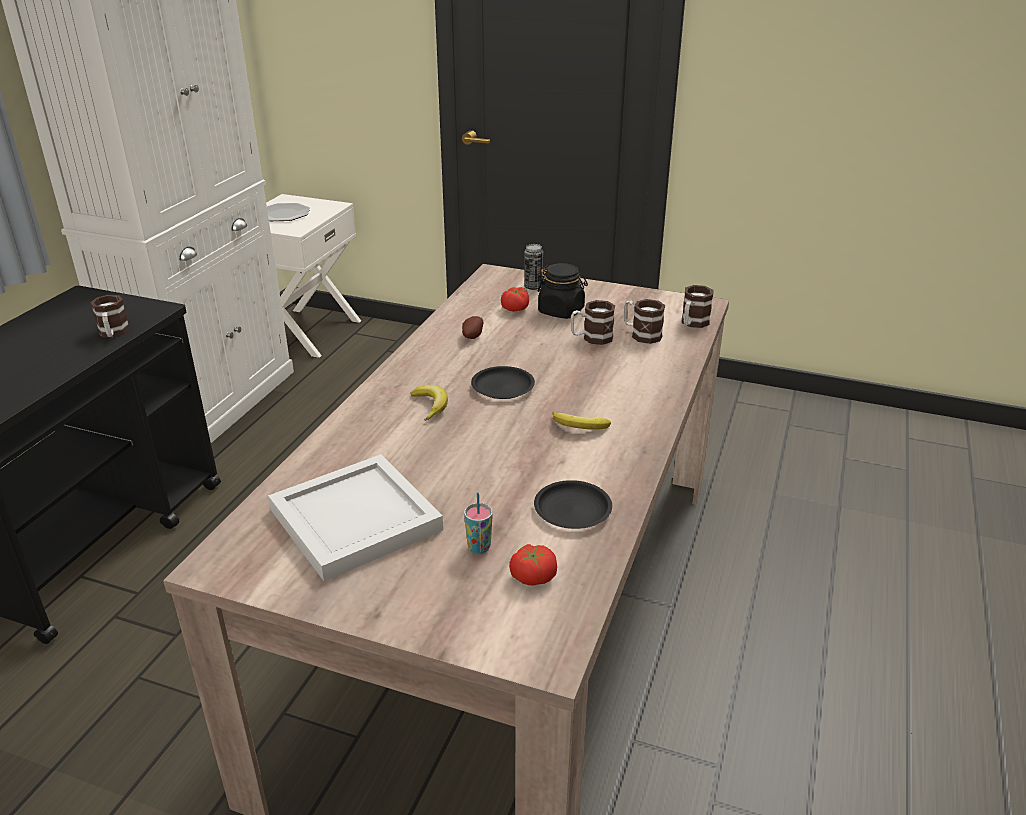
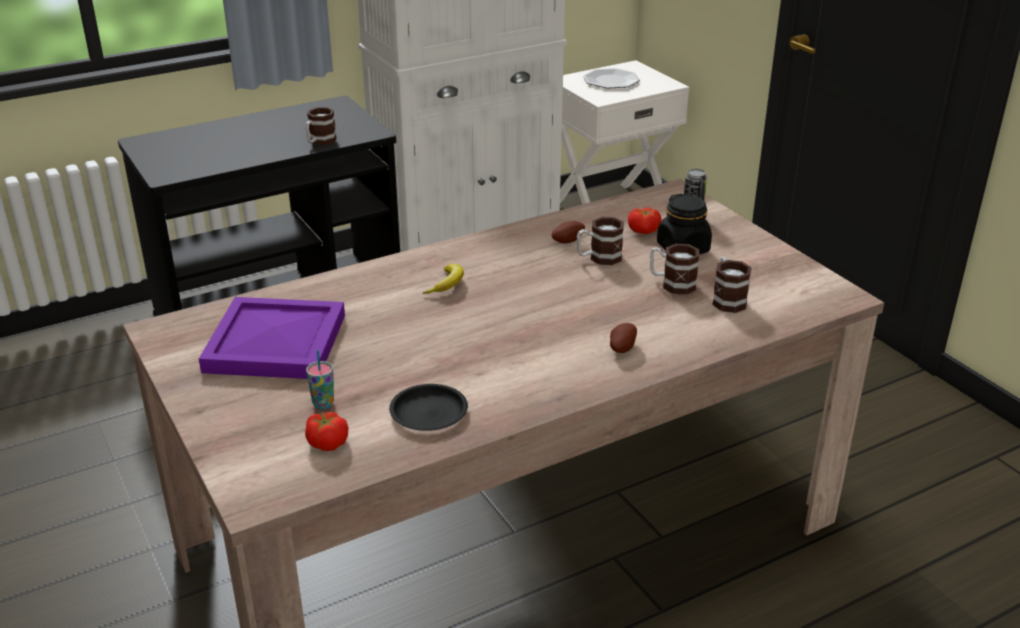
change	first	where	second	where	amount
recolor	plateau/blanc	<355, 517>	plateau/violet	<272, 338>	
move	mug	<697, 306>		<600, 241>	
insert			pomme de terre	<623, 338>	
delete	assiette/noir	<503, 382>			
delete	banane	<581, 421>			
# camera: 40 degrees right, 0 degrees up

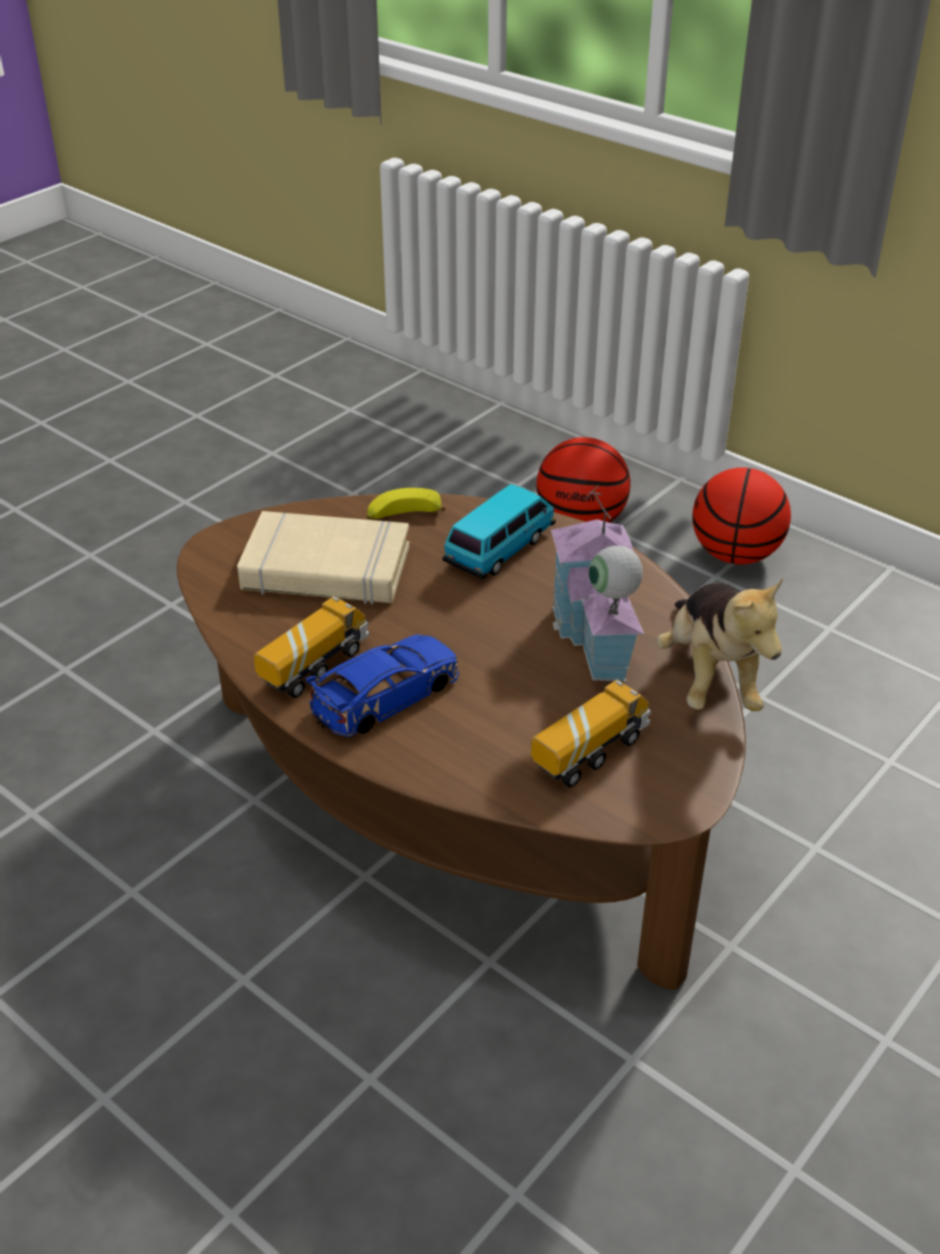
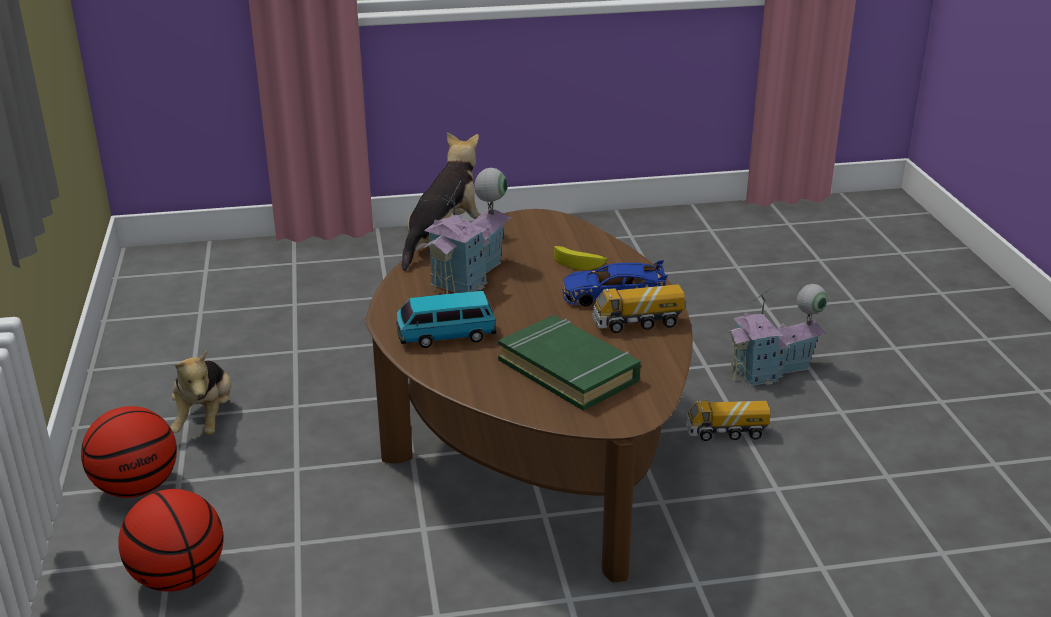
change	first	where	second	where	amount
insert			peluche	<201, 392>	
recolor	livre/beige	<323, 558>	livre/vert	<569, 363>	
move	banane	<406, 503>		<581, 258>	
move	camion jouet	<591, 734>		<728, 421>	
insert			maison miniature	<776, 335>	
# camera: 140 degrees left, 10 degrees down

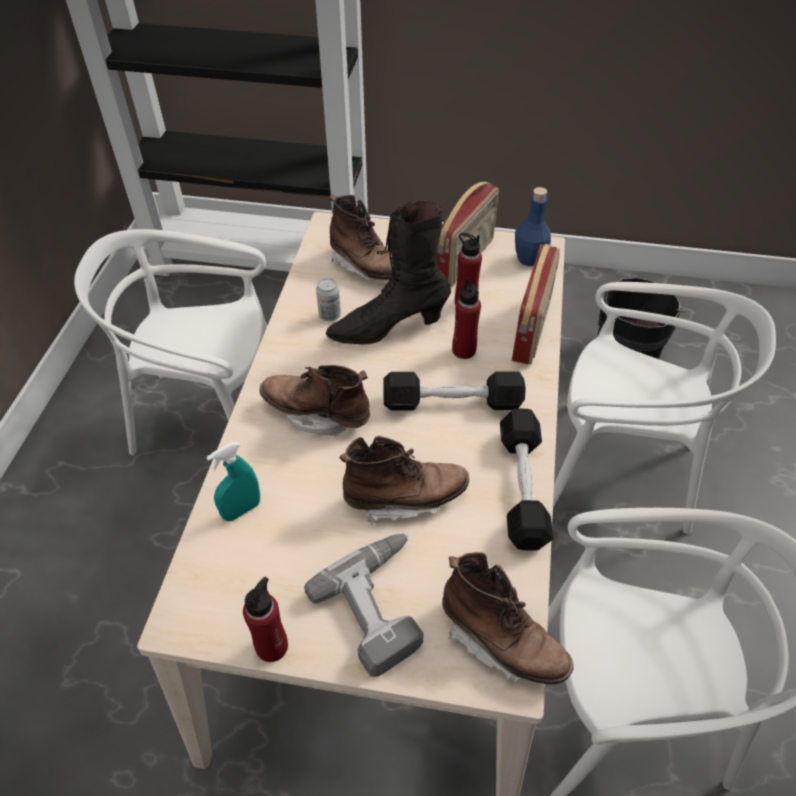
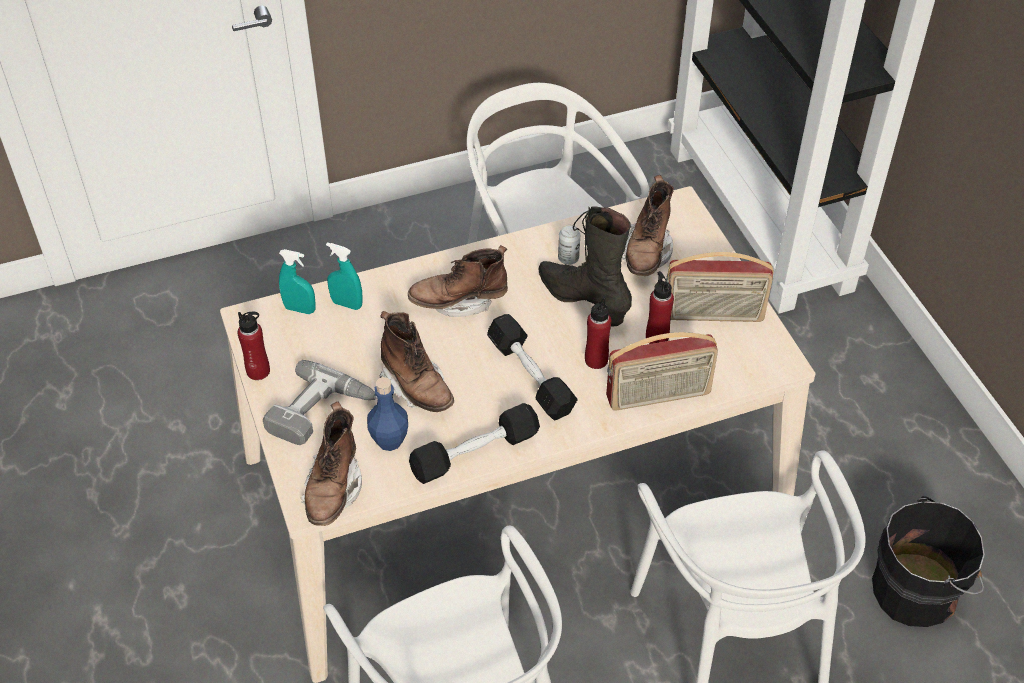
change	first	where	second	where	amount
insert			vaporisateur/turquoise	<297, 281>	
move	bouteille/bleu	<533, 226>		<387, 414>	
rotate	botte/marron	<314, 401>		<458, 281>	90 degrees counterclockwise
# camera: 60 degrees right, 0 degrees up

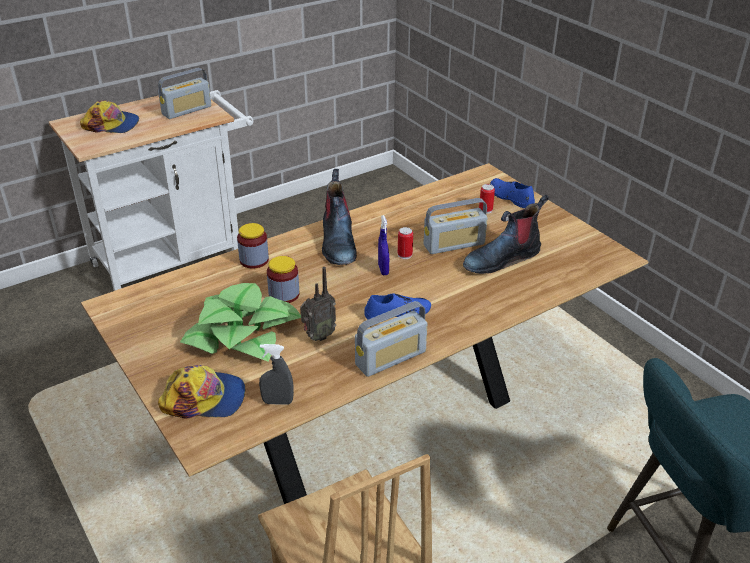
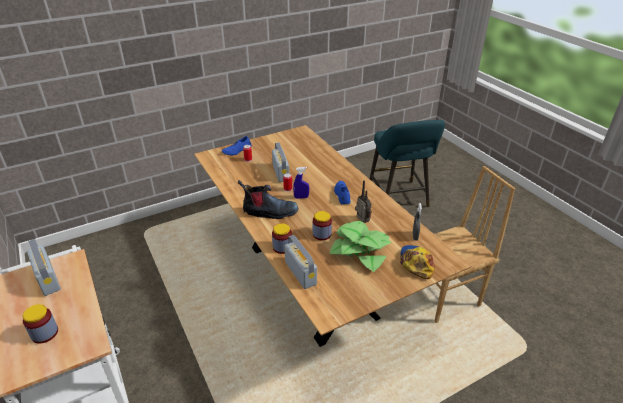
change	first	where	second	where	amount
replace	casquette	<109, 116>	bocal	<40, 324>	
move	radio	<391, 339>		<300, 262>	
delete	botte	<506, 234>			
# camera: 85 degrees left, 0 degrees up

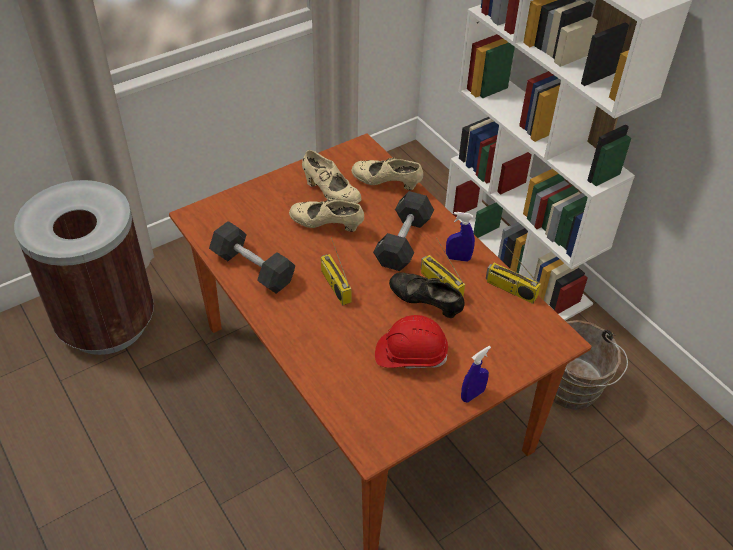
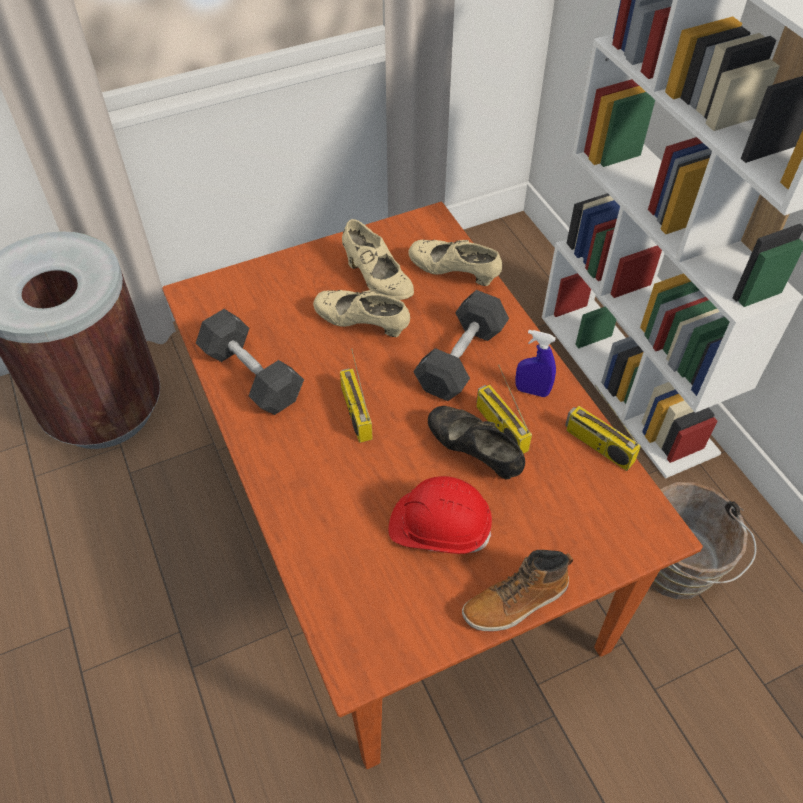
change	first	where	second	where	amount
replace	vaporisateur/bleu	<476, 374>	botte	<517, 591>	
# camera: 10 degrees right, 5 degrees up

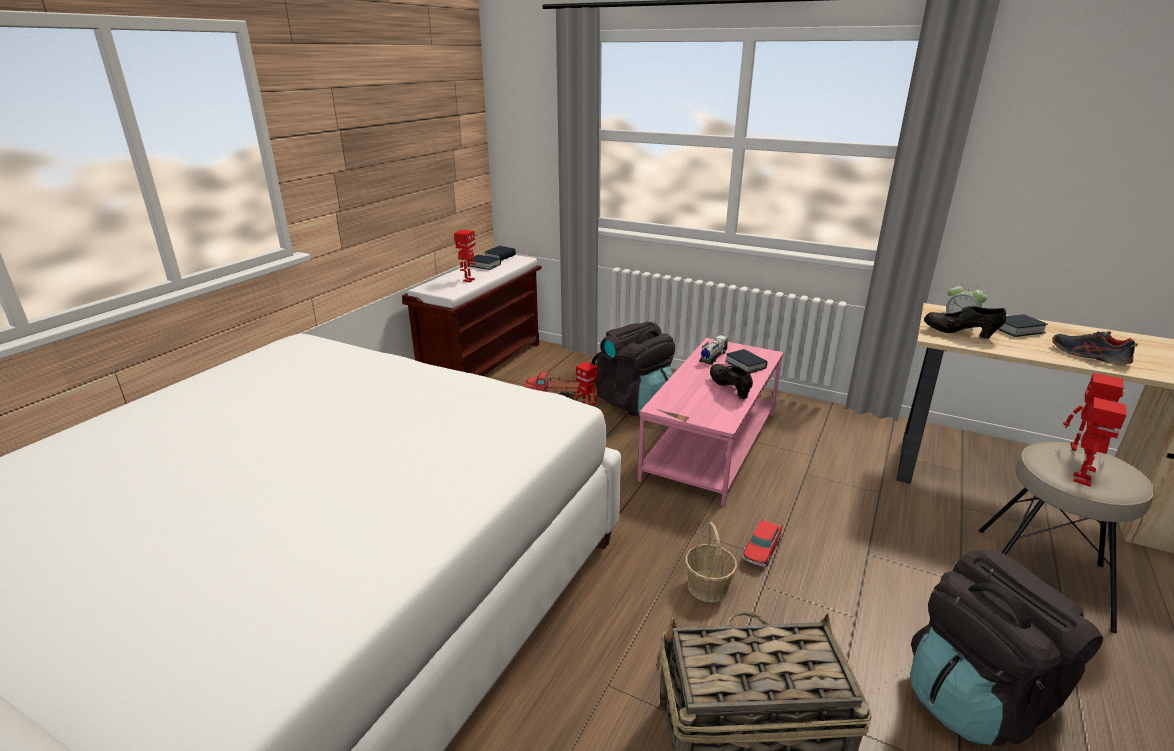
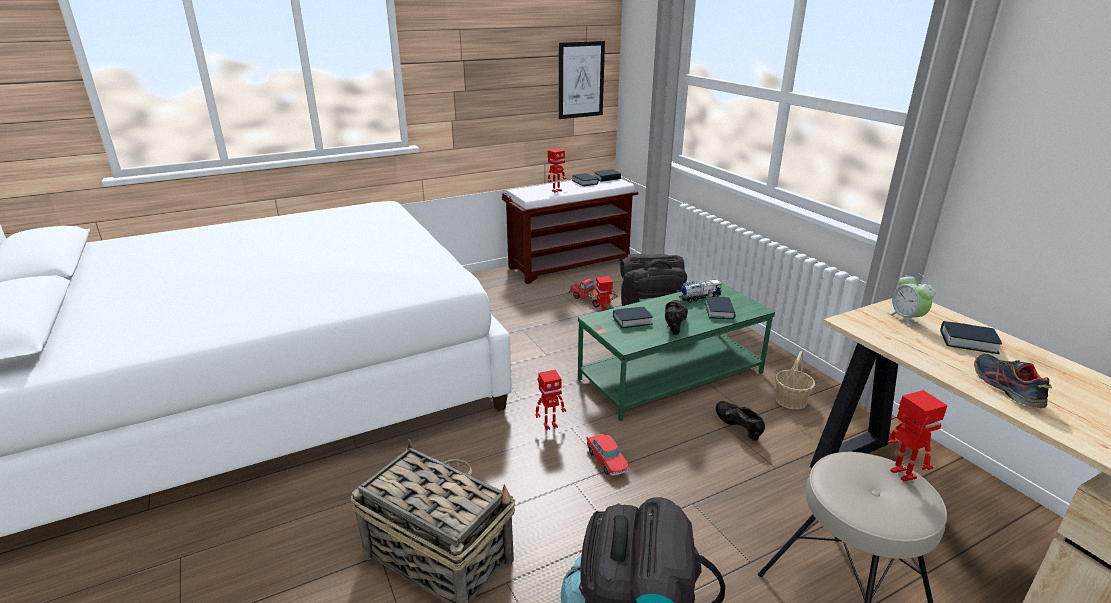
change	first	where	second	where	amount
move	robot jouet	<1100, 442>		<550, 400>	
insert			tableau	<582, 80>	
recolor	table basse/rose	<711, 422>	table basse/vert	<676, 352>	
rotate	petite voiture	<762, 542>		<608, 454>	90 degrees counterclockwise
insert			livre	<633, 317>	
move	chaussure/noir	<965, 322>		<740, 421>	
move	panier	<711, 562>		<795, 380>	
# camera: 35 degrees right, 0 degrees up

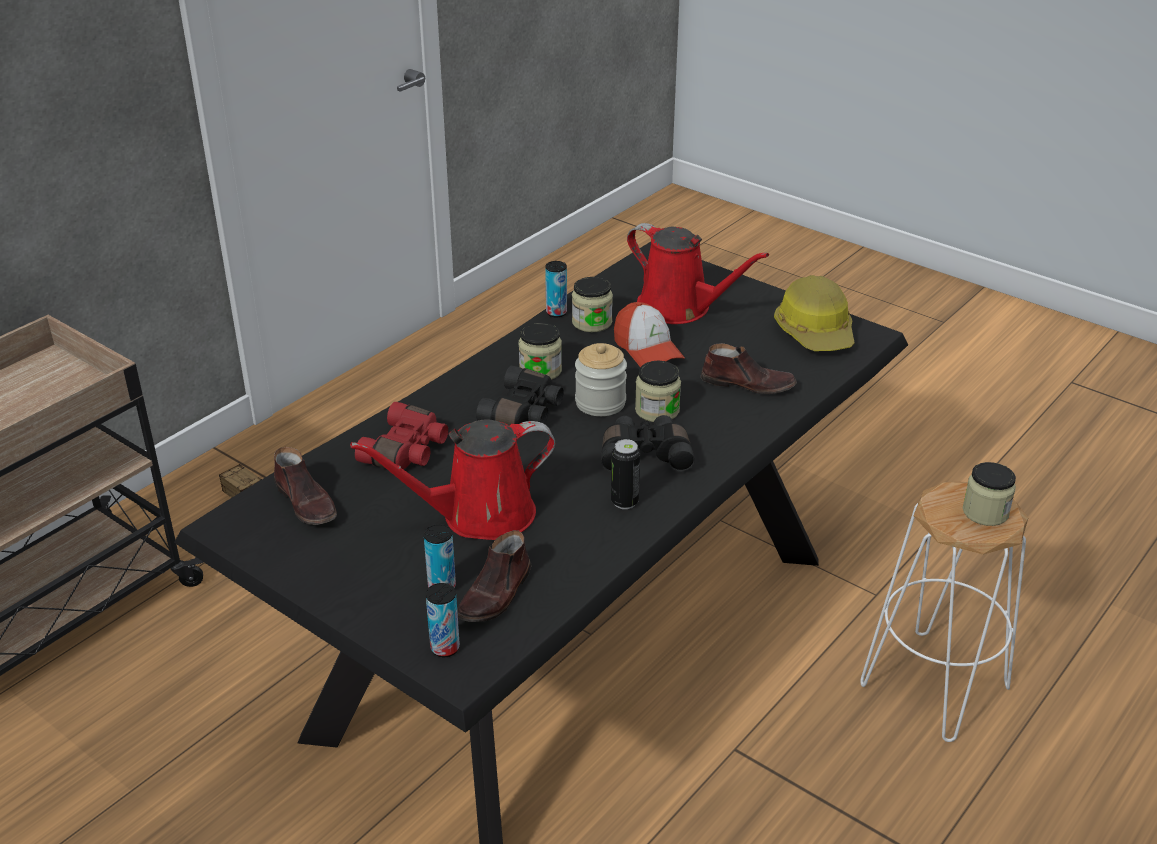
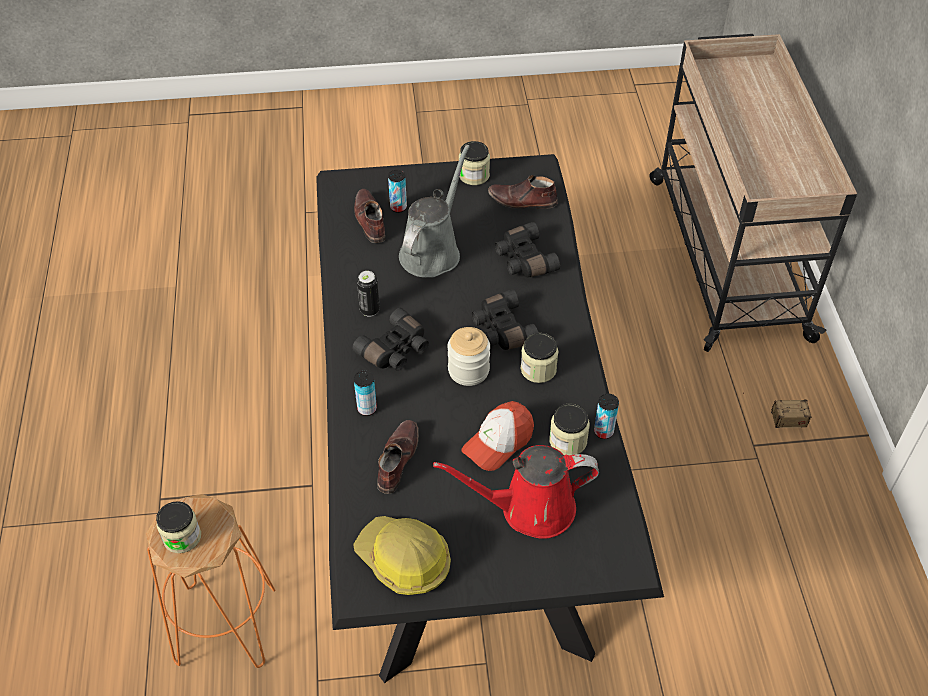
change	first	where	second	where	amount
recolor	tabouret/blanc	<944, 612>	tabouret/orange	<211, 581>	
move	boîte métallique	<443, 620>		<365, 393>	
rotate	chaussure/marron	<749, 368>		<398, 457>	135 degrees clockwise
recolor	arrosoir/rouge	<452, 479>	arrosoir/gris	<434, 211>	
move	bocal	<658, 391>		<474, 163>	
rotate	casquette	<649, 334>		<497, 436>	60 degrees counterclockwise
recolor	jumelles/rouge	<401, 435>	jumelles/noir	<527, 249>	
# camera: 135 degrees right, 15 degrees up

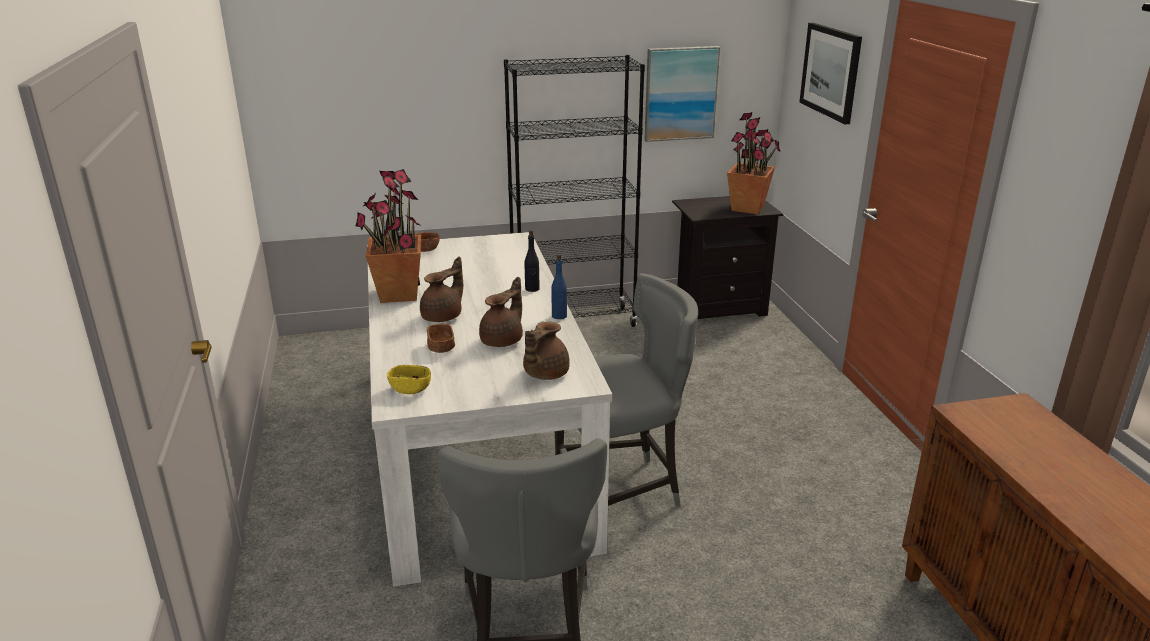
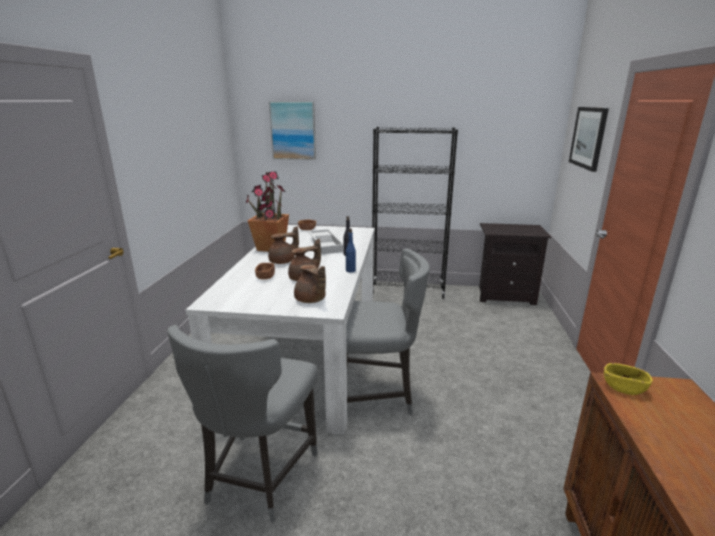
change	first	where	second	where	amount
move	tableau	<682, 94>		<292, 130>	
rotate	théière/marron	<546, 350>		<310, 284>	90 degrees counterclockwise
insert			plateau/blanc	<325, 241>	
move	bol/jaune	<409, 379>		<628, 379>	
delete	plante en pot	<753, 163>			
# camera: 20 degrees right, 5 degrees down

